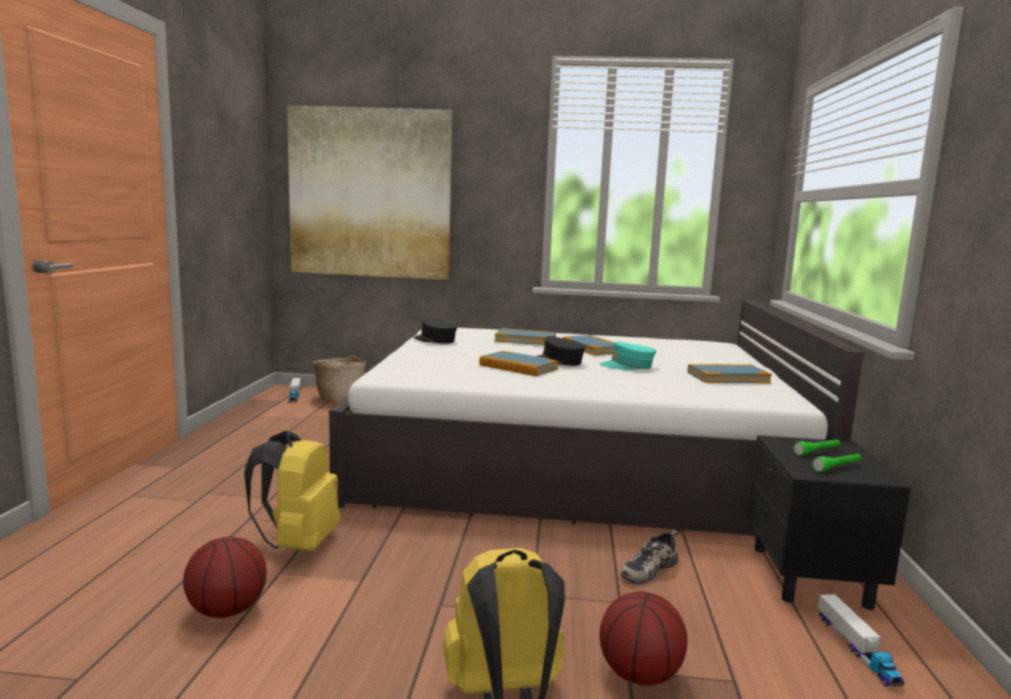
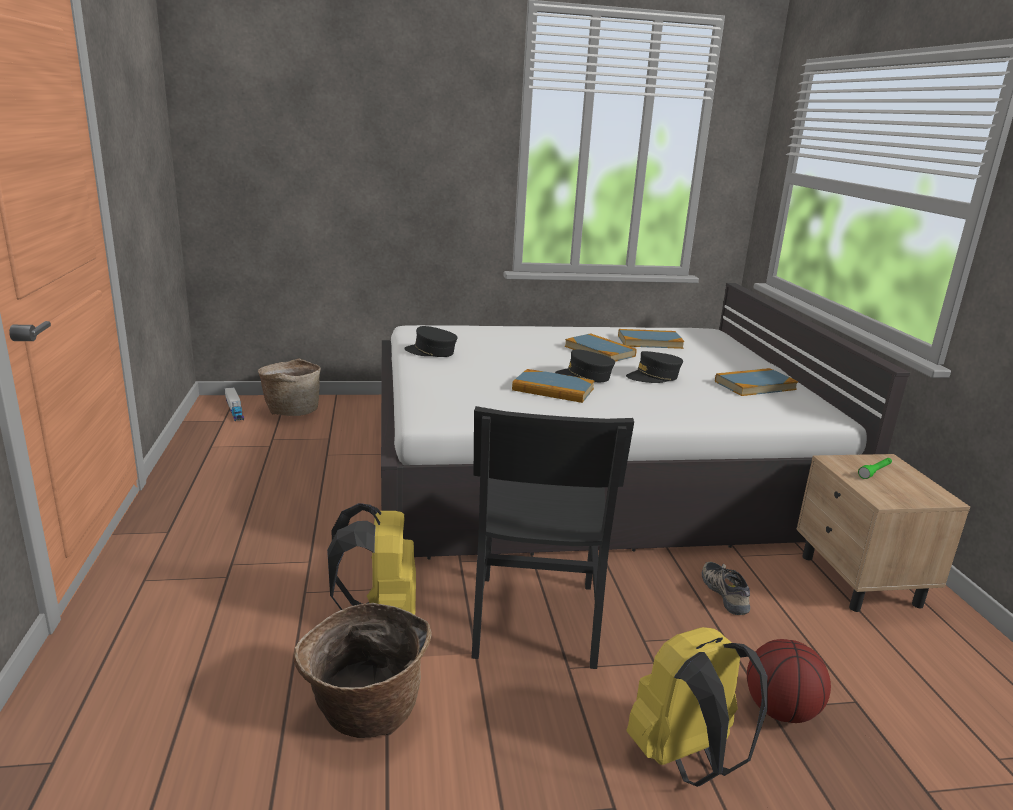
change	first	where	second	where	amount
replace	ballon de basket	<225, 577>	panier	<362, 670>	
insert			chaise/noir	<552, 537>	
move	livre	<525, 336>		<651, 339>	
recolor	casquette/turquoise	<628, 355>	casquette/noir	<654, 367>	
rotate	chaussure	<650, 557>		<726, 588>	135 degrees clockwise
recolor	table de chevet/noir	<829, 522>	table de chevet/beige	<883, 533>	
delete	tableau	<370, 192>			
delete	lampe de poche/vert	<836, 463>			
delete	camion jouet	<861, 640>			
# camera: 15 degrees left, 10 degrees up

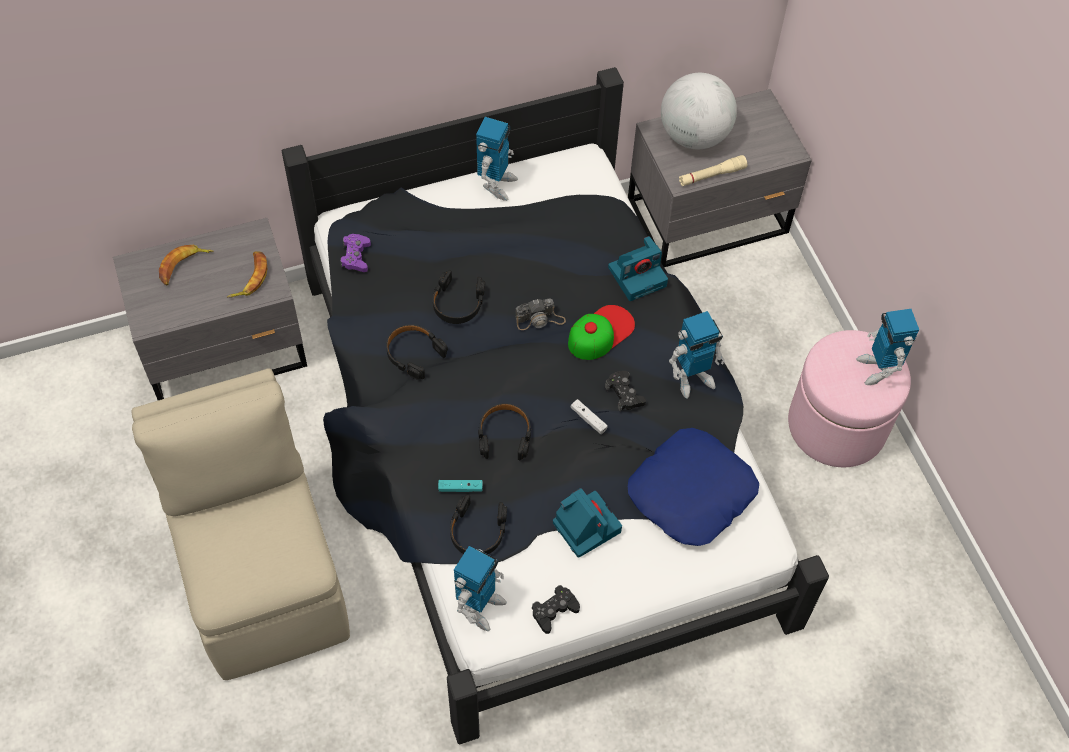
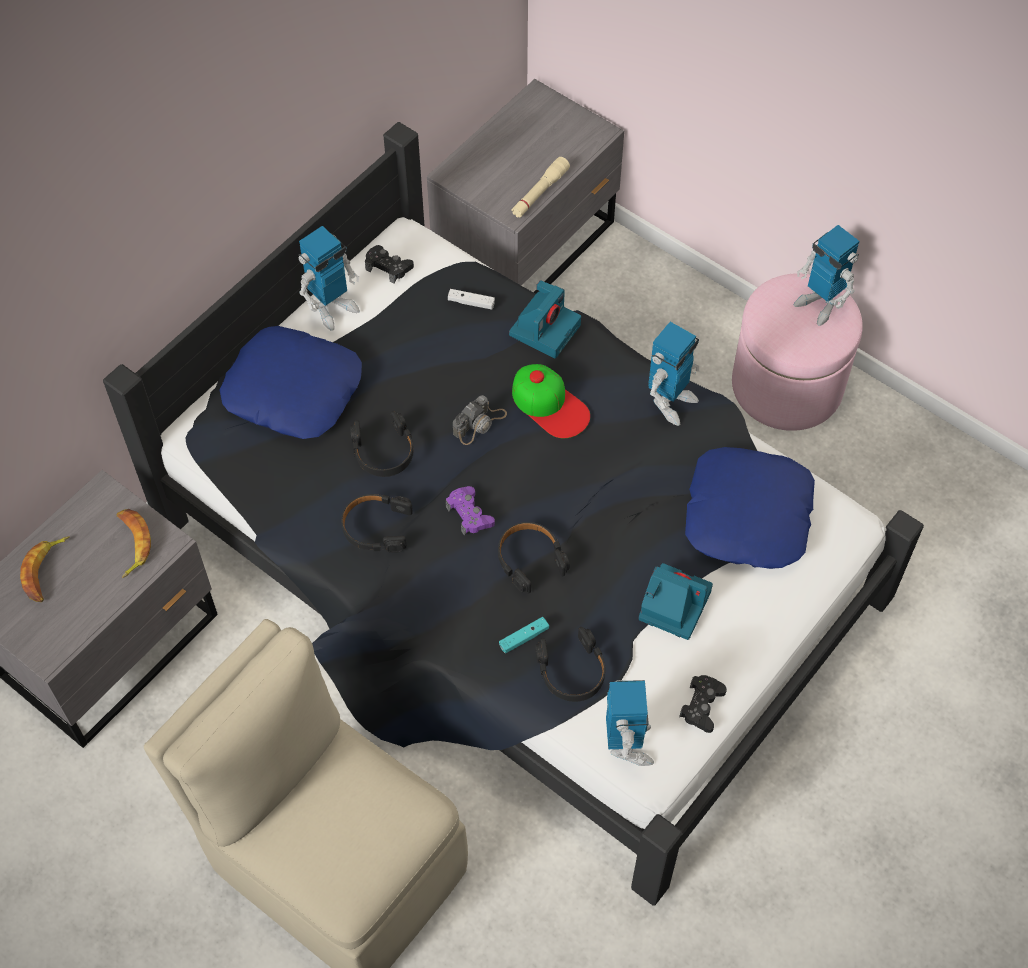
change	first	where	second	where	amount
insert			coussin/bleu	<290, 382>	
rotate	robot jouet	<497, 159>		<329, 278>	60 degrees clockwise
move	manette/noir	<625, 391>		<389, 264>	
move	manette/violet	<355, 253>		<470, 510>	
move	manette/blanc	<589, 416>		<471, 299>	
rotate	casquette	<601, 332>		<551, 401>	120 degrees clockwise
delete	globe	<699, 111>			
# camera: 30 degrees left, 0 degrees up

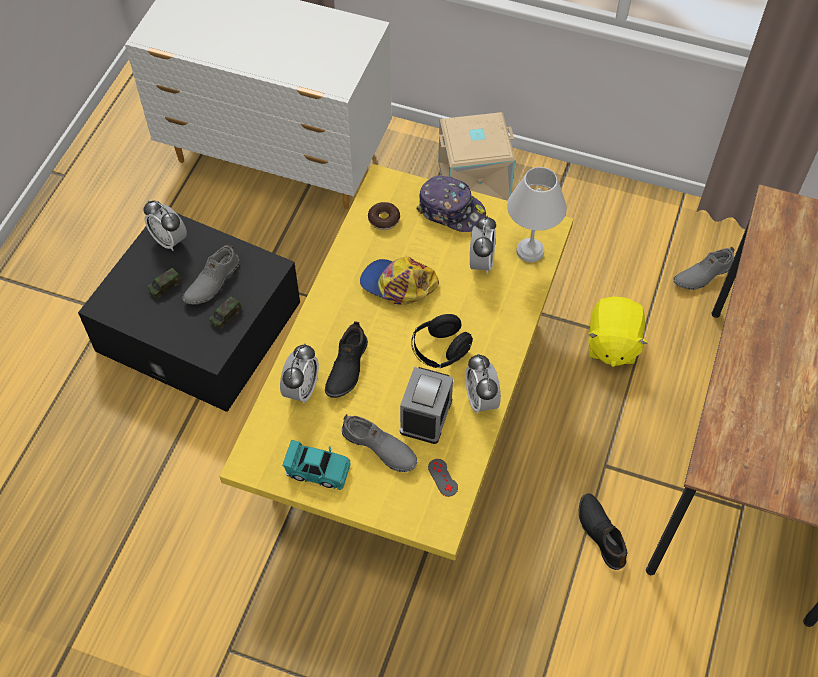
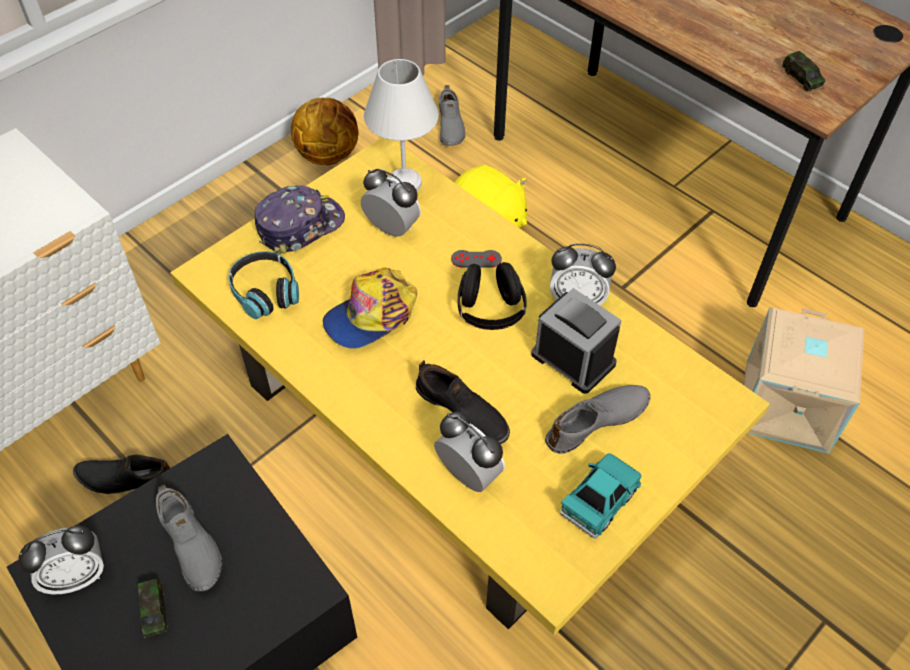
change	first	where	second	where	amount
move	chaussure/noir	<603, 532>		<121, 474>	
replace	beignet	<384, 216>	casque audio	<263, 285>	
insert			ballon de basket	<324, 131>	
move	manette/gris	<443, 478>		<476, 259>	
move	boîte de rangement/beige	<476, 156>		<803, 380>	
move	petite voiture	<225, 313>		<803, 71>	
# camera: 65 degrees left, 5 degrees down

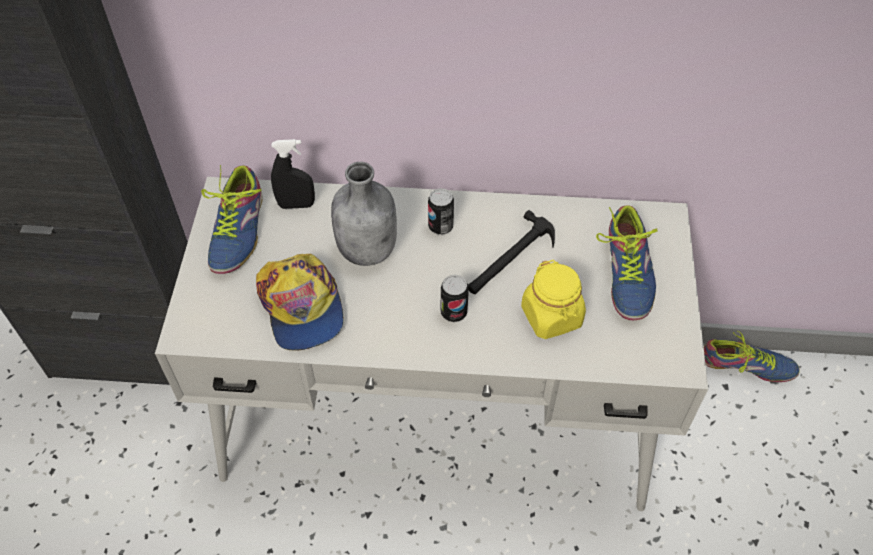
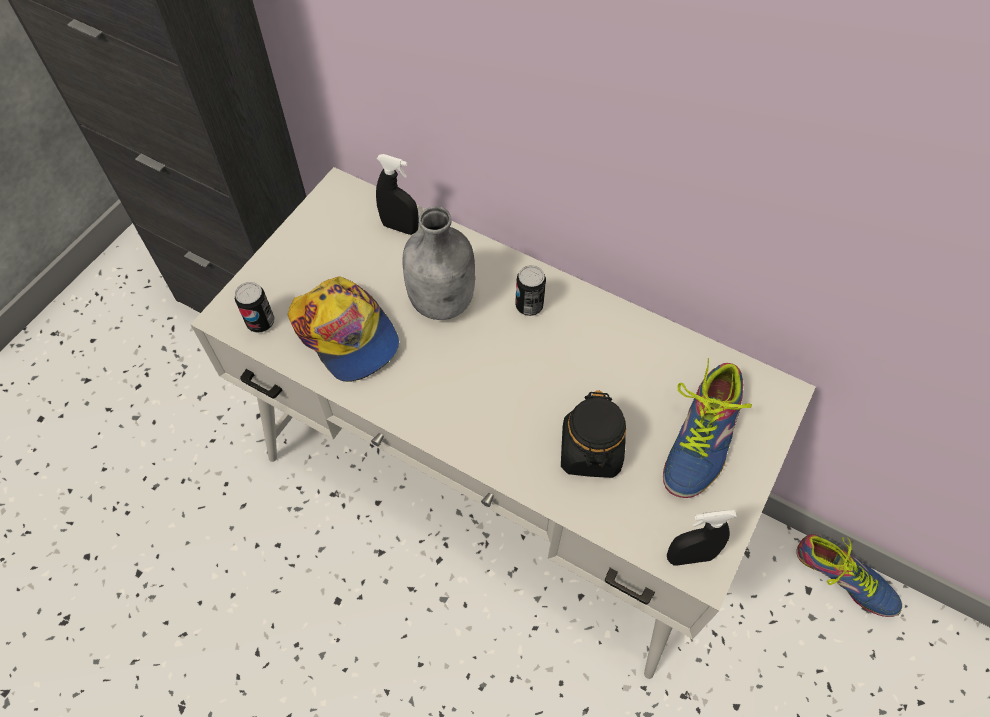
change	first	where	second	where	amount
move	boîte métallique	<455, 298>		<255, 307>	
rotate	casquette	<299, 302>		<343, 329>	45 degrees counterclockwise
recolor	bocal/jaune	<553, 299>	bocal/noir	<593, 434>	
insert			vaporisateur/noir	<702, 538>	
delete	chaussure	<232, 219>			
delete	marteau	<511, 252>			
# camera: 25 degrees right, 5 degrees up

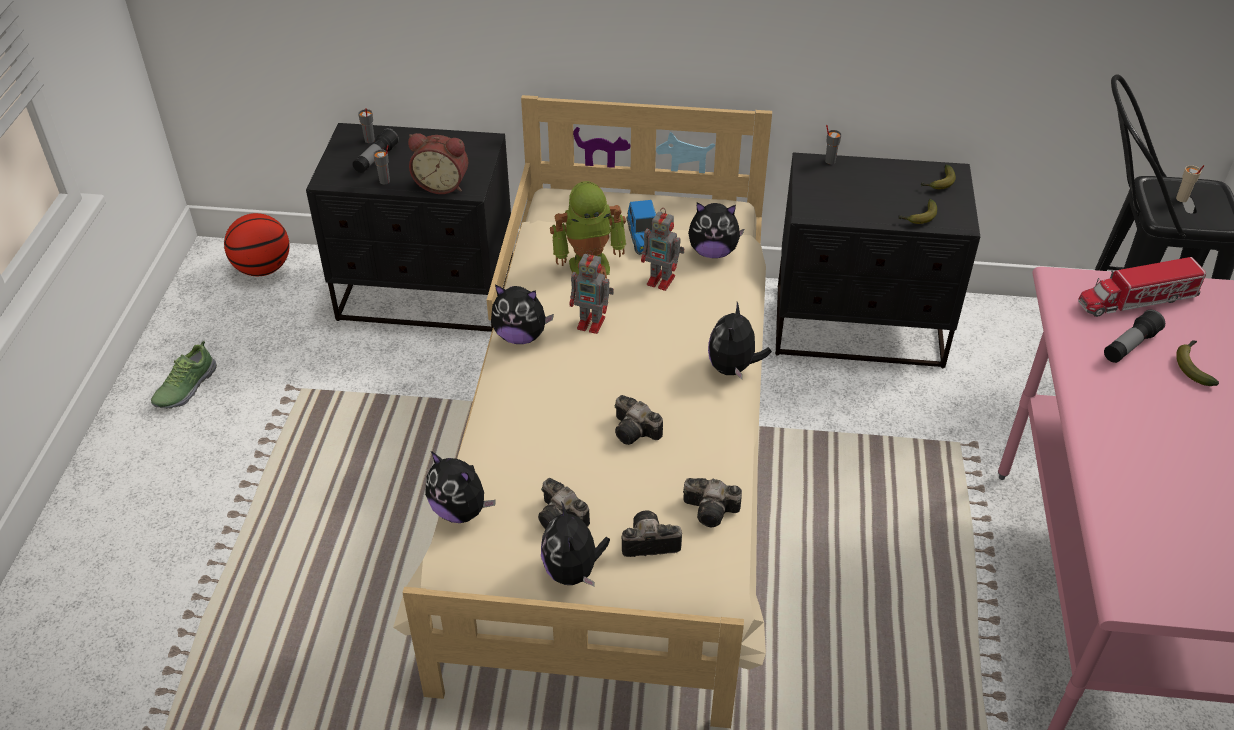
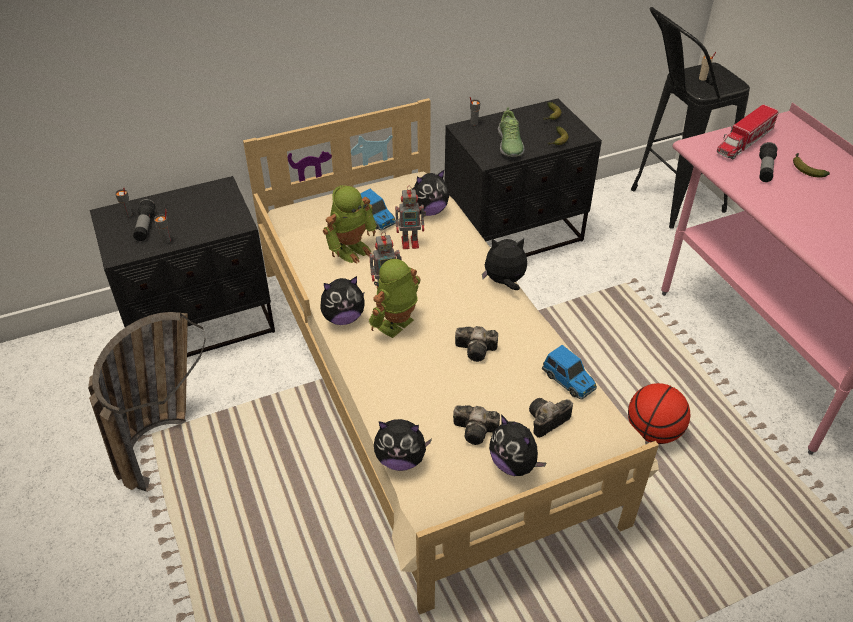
change	first	where	second	where	amount
insert			panier	<147, 402>	
insert			robot jouet	<395, 298>	
rotate	peluche	<740, 340>		<504, 264>	105 degrees clockwise
move	chaussure	<184, 375>		<511, 132>	
replace	appareil photo	<712, 502>	petite voiture	<569, 372>	
move	ballon de basket	<257, 244>		<659, 413>	
delete	réveil	<438, 163>			
# camera: 30 degrees left, 0 degrees up

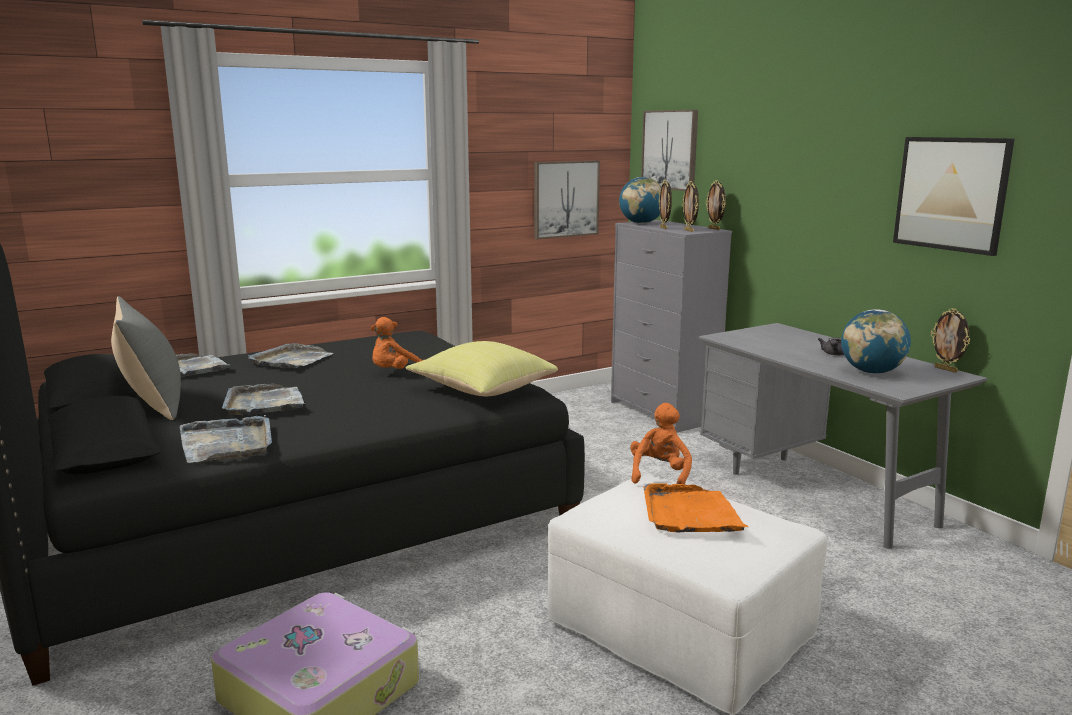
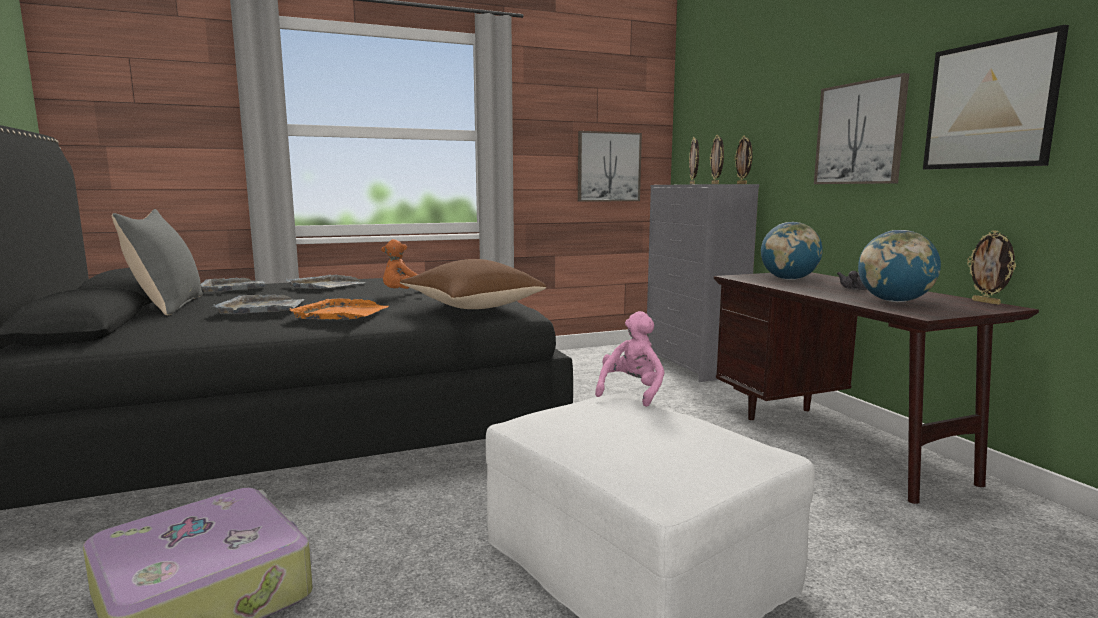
change	first	where	second	where	amount
move	plateau/orange	<696, 507>		<339, 308>	
recolor	coussin/jaune	<481, 368>	coussin/marron	<473, 284>	
recolor	peluche/orange	<661, 443>	peluche/rose	<630, 359>	
recolor	bureau/gris	<842, 436>	bureau/marron	<876, 388>	
move	globe	<640, 200>		<792, 251>	
move	tableau	<669, 150>		<861, 128>	
delete	plateau/gris	<226, 439>			
# camera: 10 degrees right, 5 degrees down

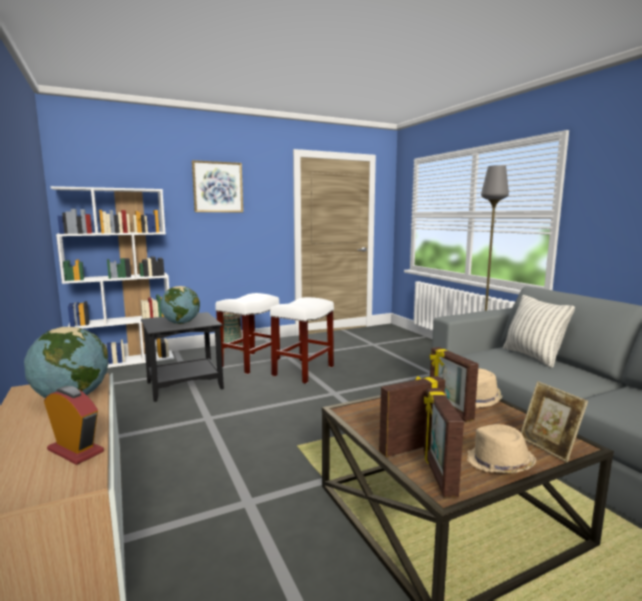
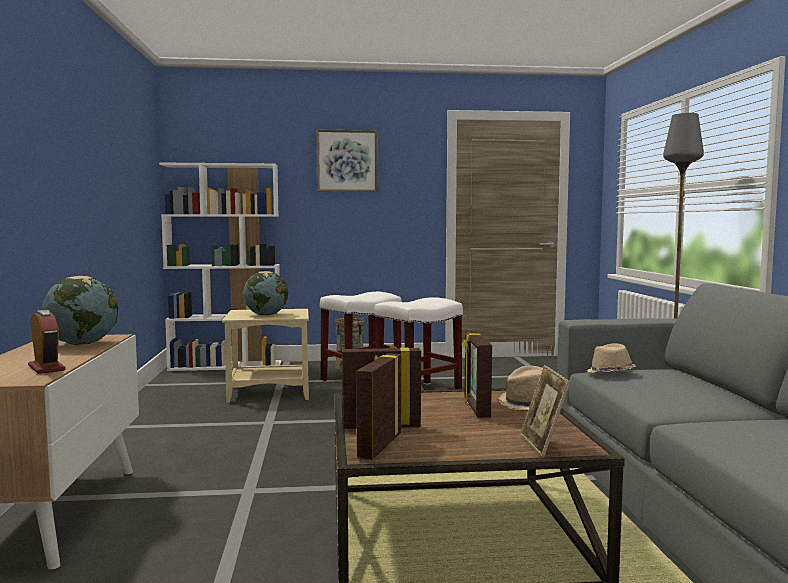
change	first	where	second	where	amount
recolor	table d'appoint/noir	<182, 357>	table d'appoint/beige	<265, 356>	
move	chapeau/beige	<502, 448>		<611, 358>	
delete	coussin	<539, 331>			
# camera: 20 degrees right, 5 degrees down

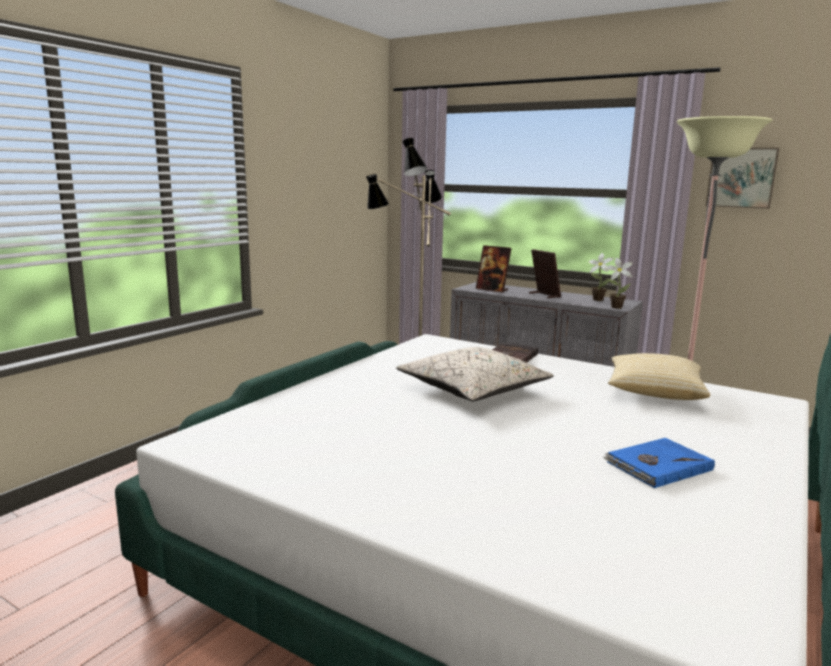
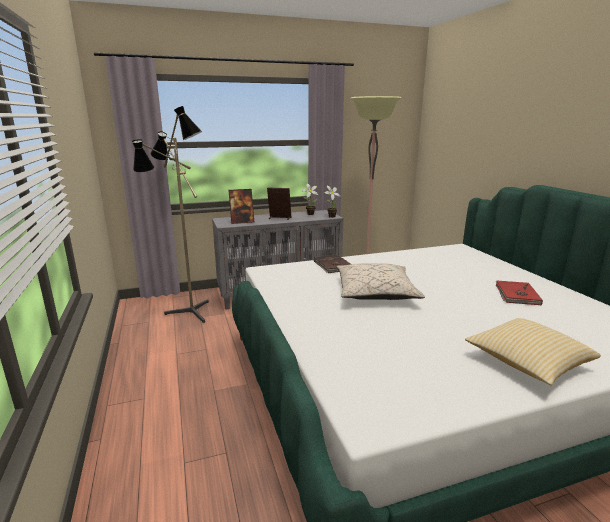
change	first	where	second	where	amount
move	coussin	<659, 376>		<533, 352>	
recolor	livre/bleu	<659, 463>	livre/rouge	<519, 293>	
delete	tableau	<742, 178>			
# camera: 50 degrees left, 5 degrees up

